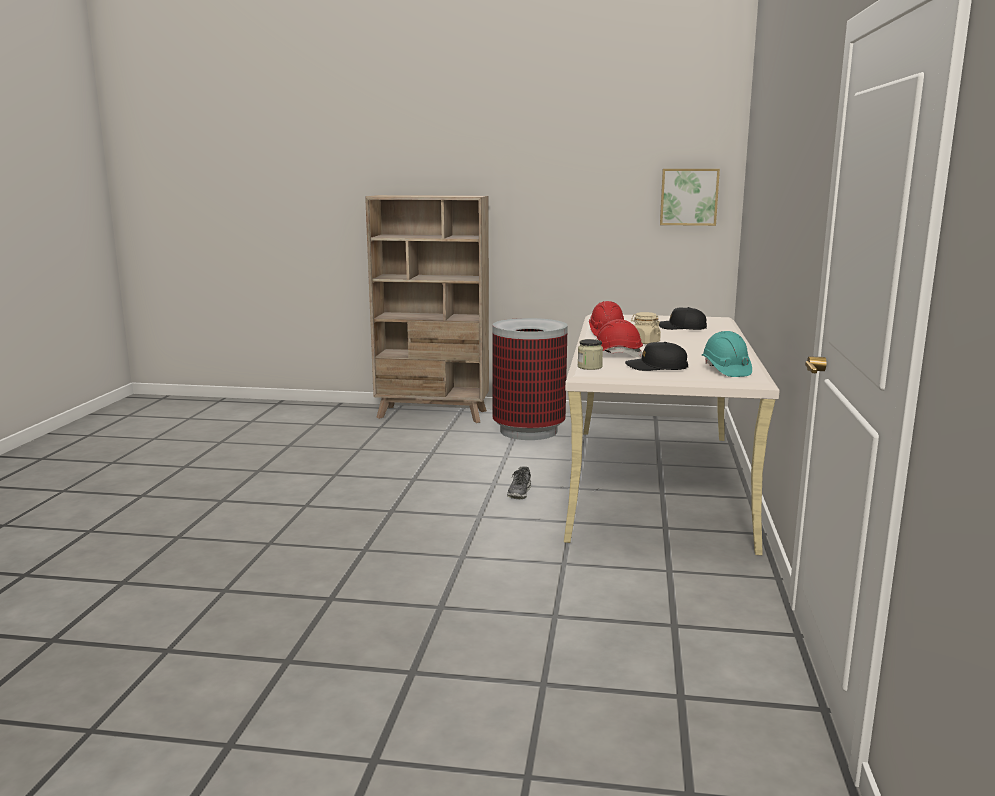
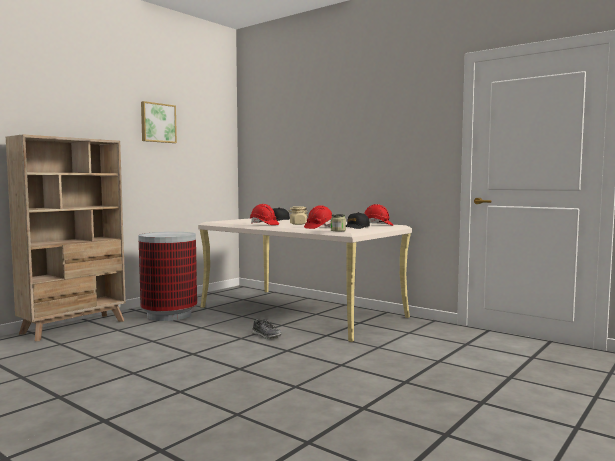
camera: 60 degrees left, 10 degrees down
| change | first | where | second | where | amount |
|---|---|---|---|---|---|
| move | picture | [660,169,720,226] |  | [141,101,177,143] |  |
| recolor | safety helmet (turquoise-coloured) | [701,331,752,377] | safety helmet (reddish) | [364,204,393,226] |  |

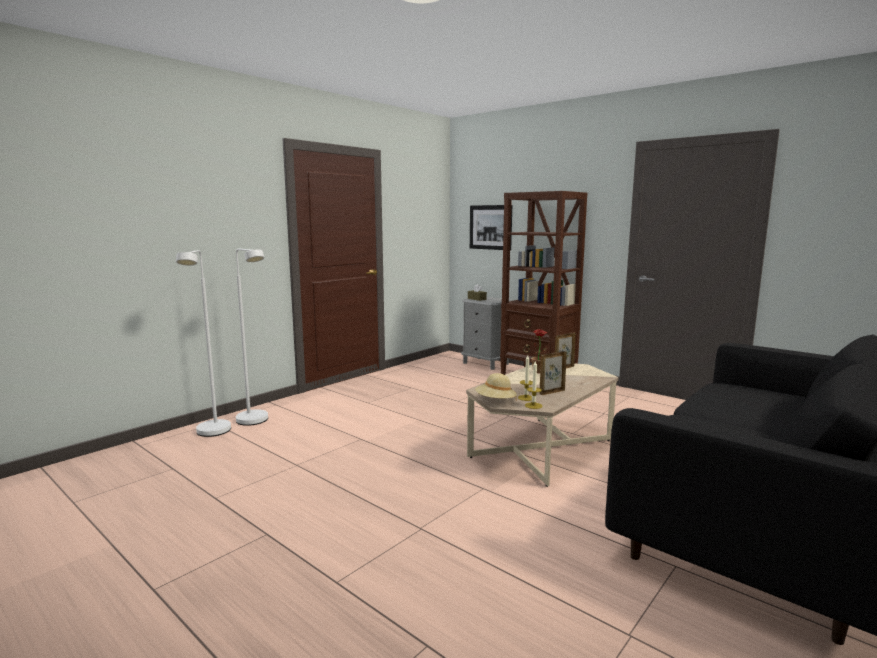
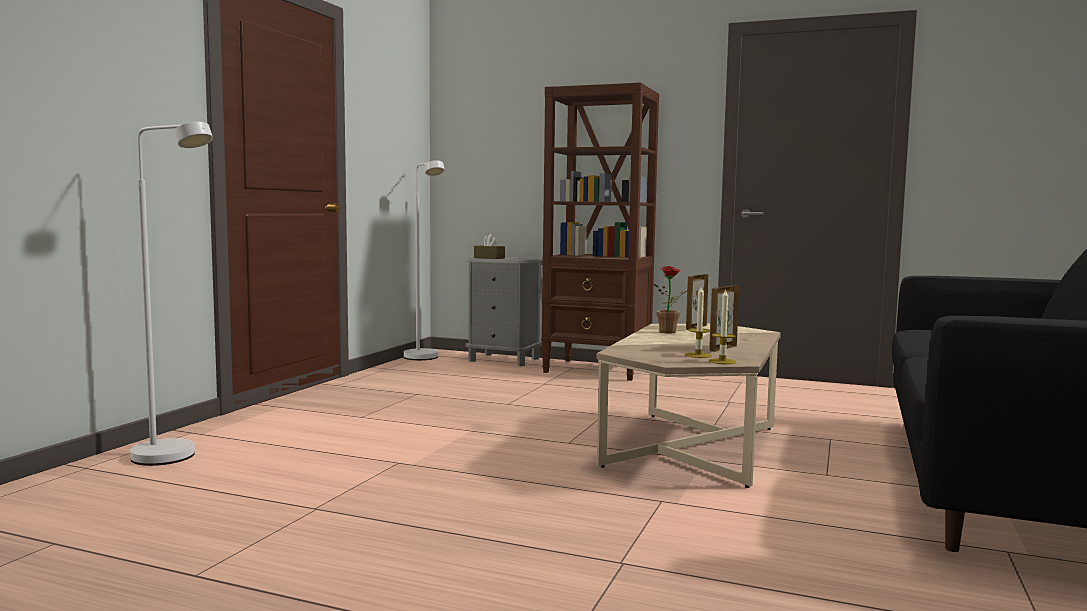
camera: 20 degrees left, 5 degrees down
| change | first | where | second | where | amount |
|---|---|---|---|---|---|
| move | standard lamp (white) | [176,250,231,437] |  | [404,161,445,360] |  |
| delete | picture | [470,205,512,250] |  |  |  |
| delete | hat (sand-coloured) | [475,373,517,399] |  |  |  |

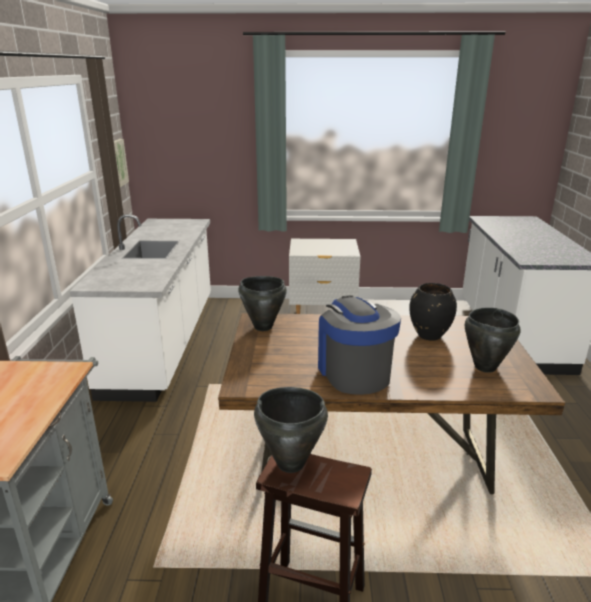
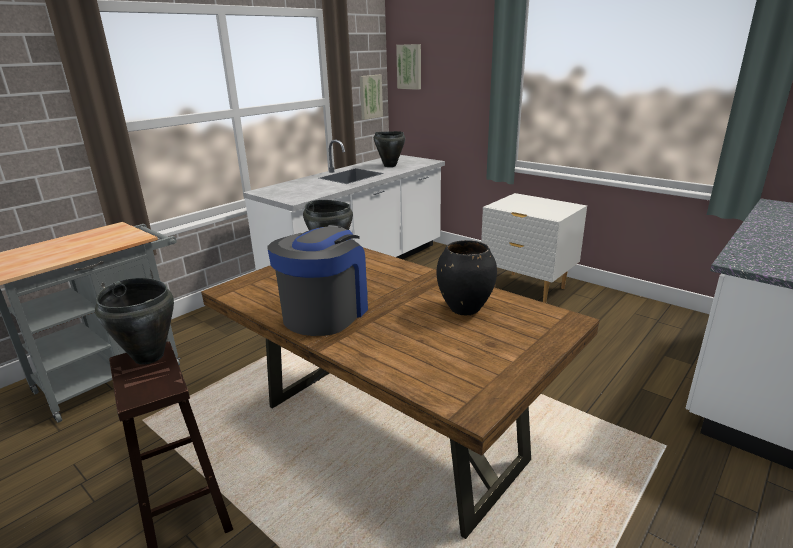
camera: 40 degrees right, 0 degrees up
| change | first | where | second | where | amount |
|---|---|---|---|---|---|
| move | saucepot (black) | [465,307,521,373] |  | [374,131,405,167] |  |
| insert |  |  | picture | [396,44,421,90] |  |

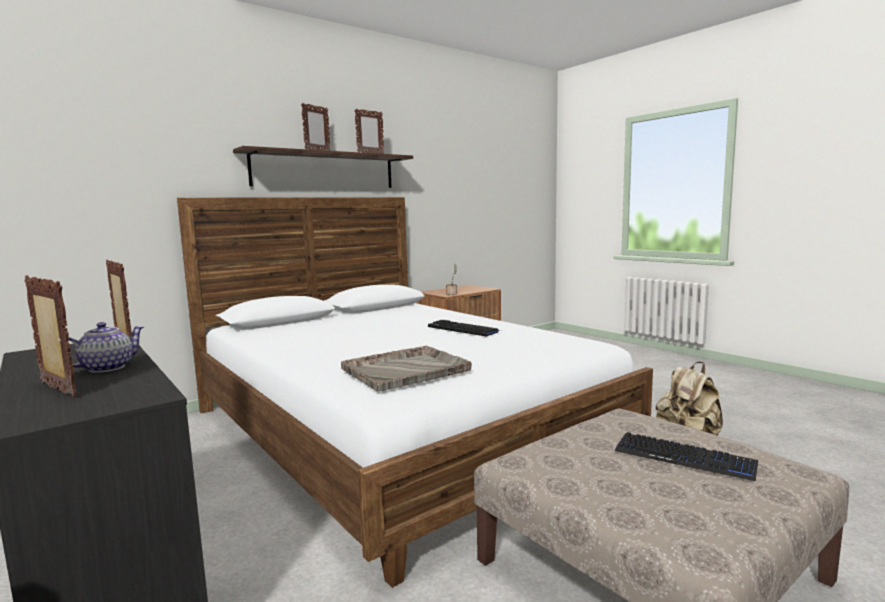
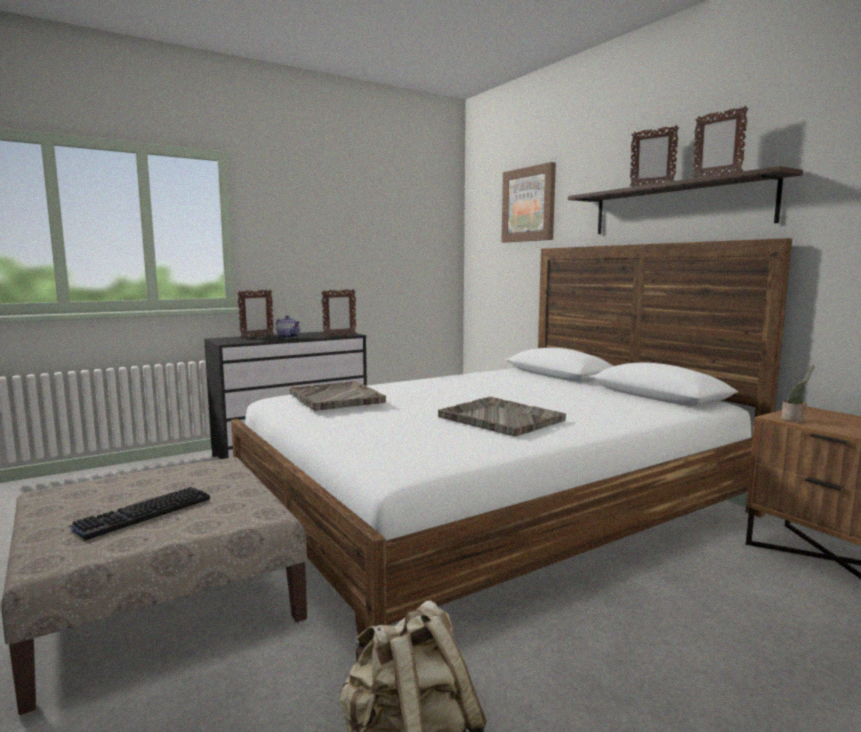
camera: 95 degrees right, 0 degrees up
| change | first | where | second | where | amount |
|---|---|---|---|---|---|
| replace | keyboard | [428,320,501,337] | serving tray (gray) | [438,397,566,436] |  |
| insert |  |  | picture | [502,162,556,242] |  |

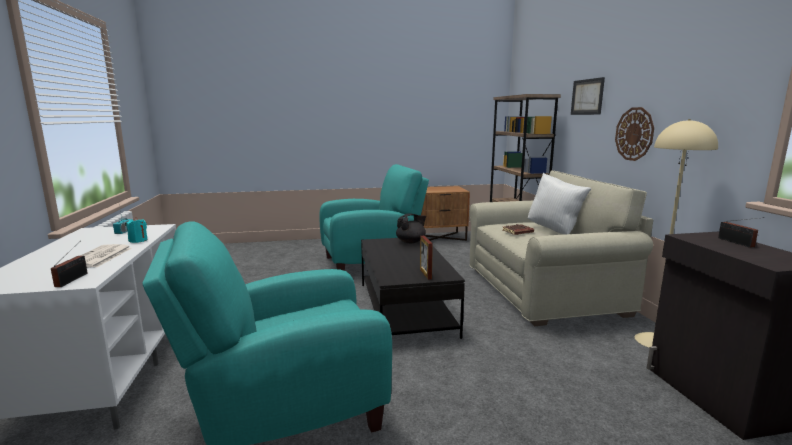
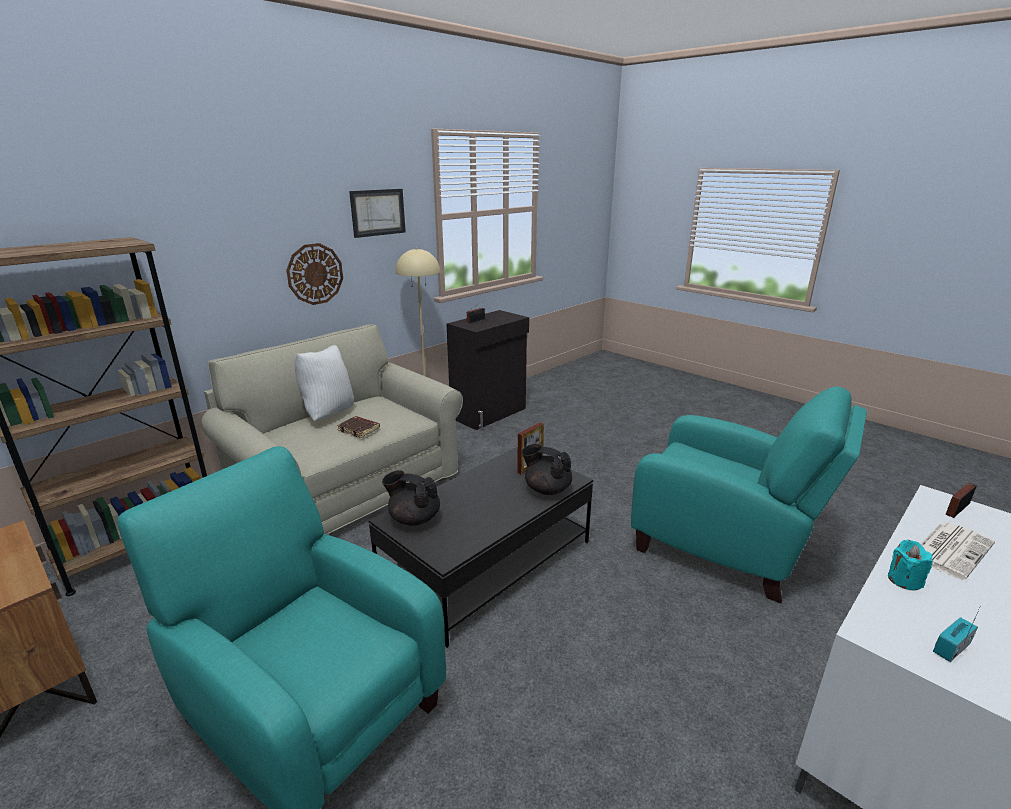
camera: 125 degrees left, 10 degrees up
| change | first | where | second | where | amount |
|---|---|---|---|---|---|
| move | picture | [571,77,605,115] |  | [349,189,406,238] |  |
| insert |  |  | tea pot (black) | [522,444,572,495] |  |

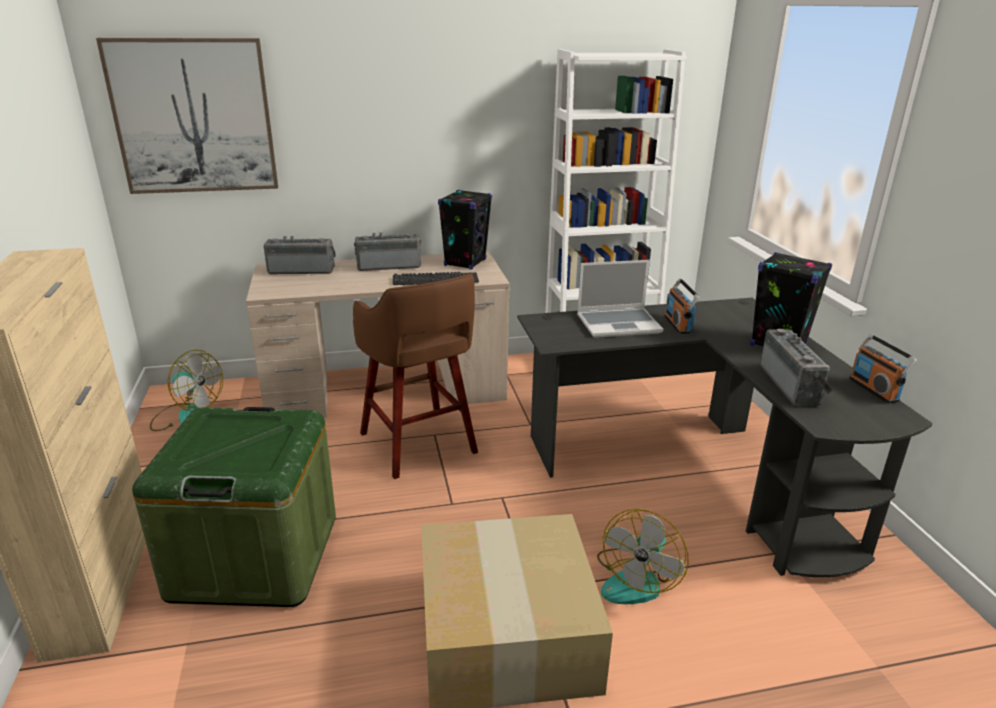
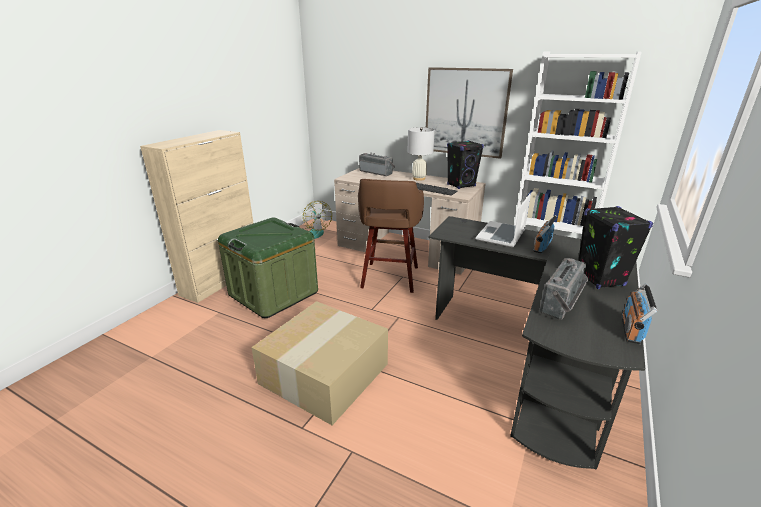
camera: 40 degrees right, 0 degrees up
| change | first | where | second | where | amount |
|---|---|---|---|---|---|
| replace | radio receiver | [354,232,421,271] | lamp for a table (white) | [407,127,435,181] |  |
| move | picture | [96,38,278,194] |  | [426,67,513,159] |  |
| rotate | laptop | [577,260,663,338] |  | [476,194,531,248] | 90 degrees clockwise |
| delete | cooling fan | [597,509,688,604] |  |  |  |

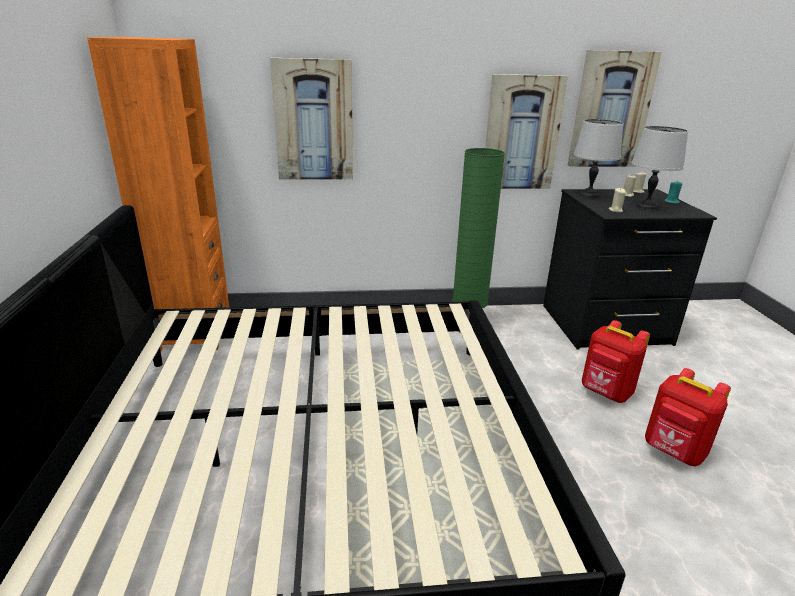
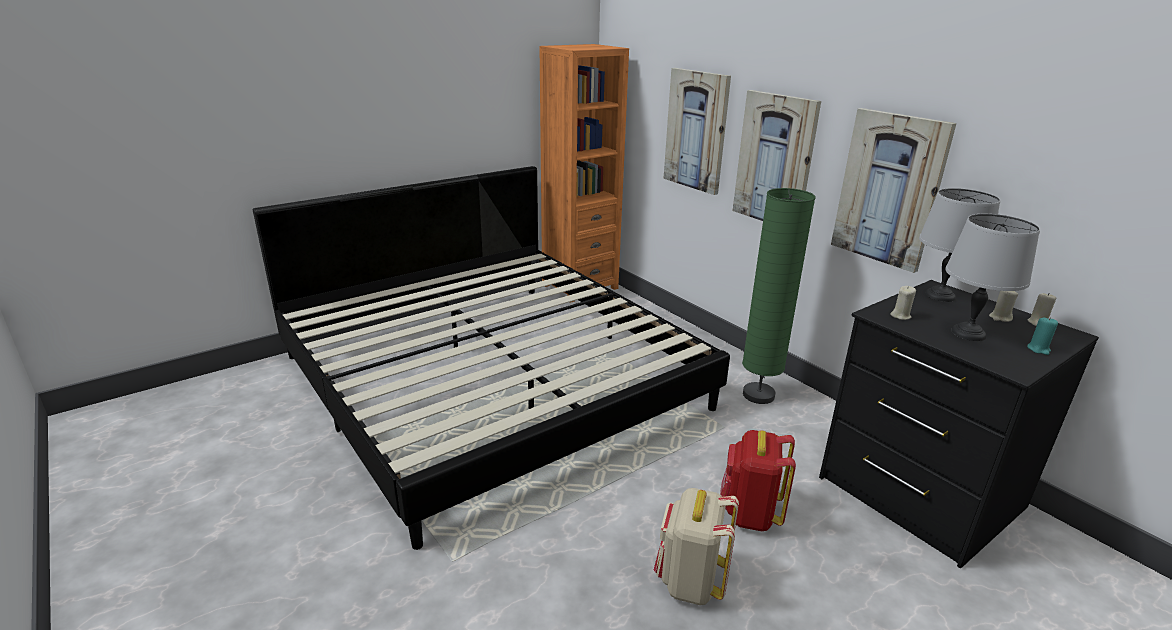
camera: 60 degrees right, 0 degrees up
| change | first | where | second | where | amount |
|---|---|---|---|---|---|
| recolor | knapsack (reddish) | [645,368,731,466] | knapsack (sand-coloured) | [654,488,739,605] |  |
| move | picture | [568,50,662,167] |  | [732,90,821,221] |  |

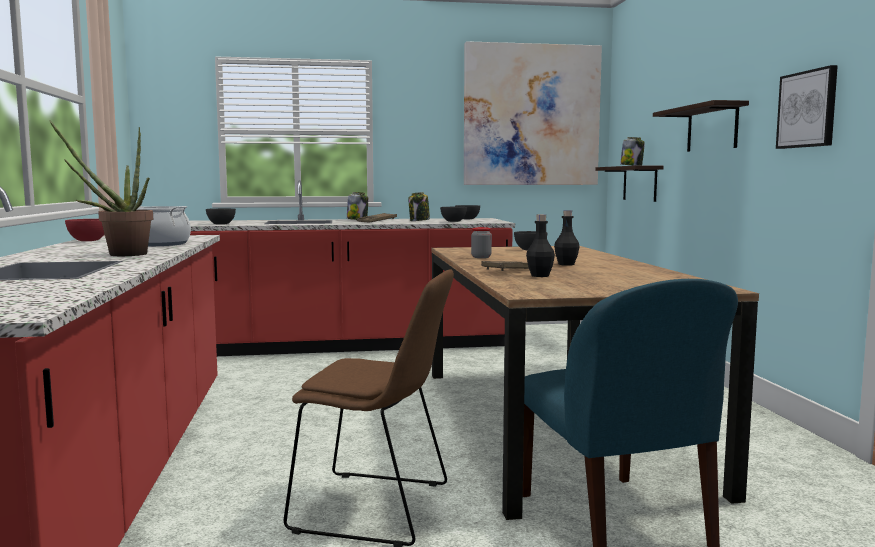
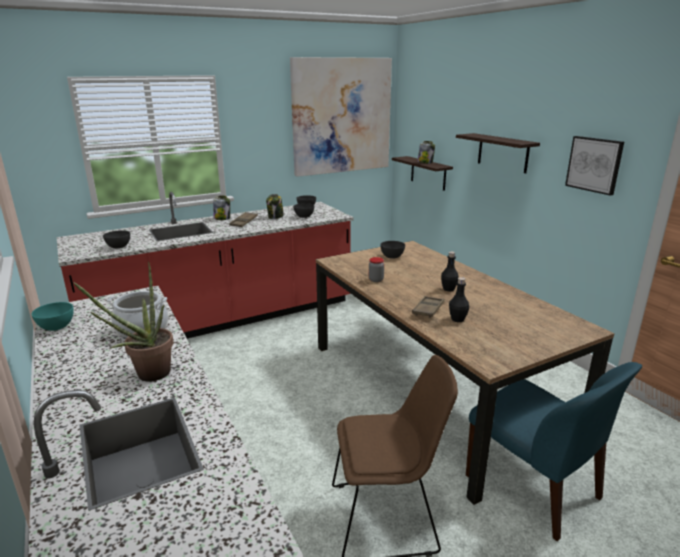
camera: 20 degrees left, 15 degrees up
| change | first | where | second | where | amount |
|---|---|---|---|---|---|
| recolor | deep dish (reddish) | [65,219,104,241] | deep dish (turquoise-coloured) | [31,302,74,331] |  |

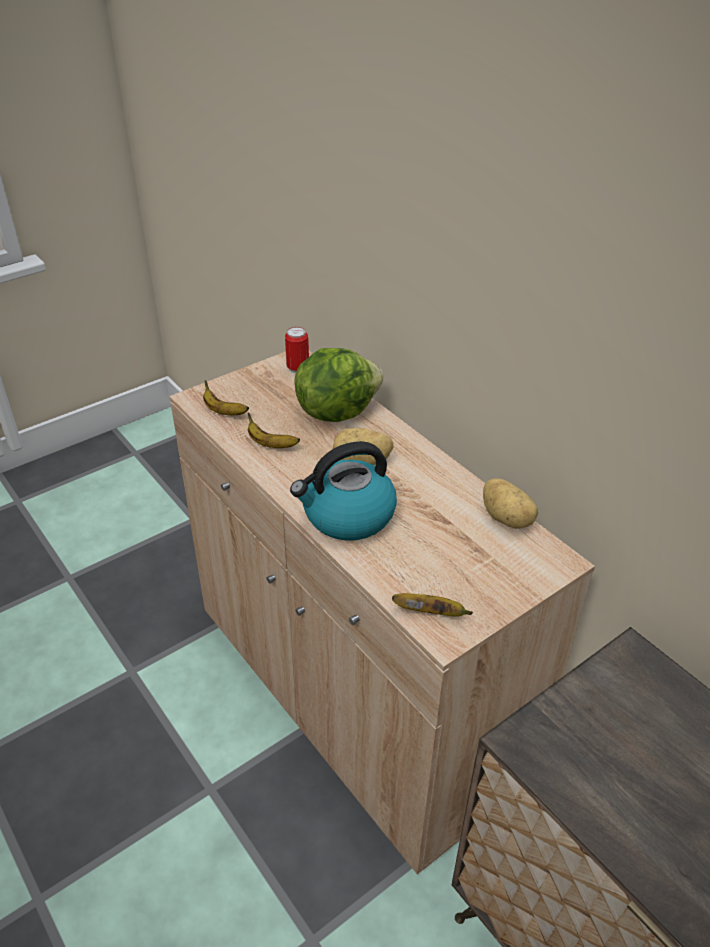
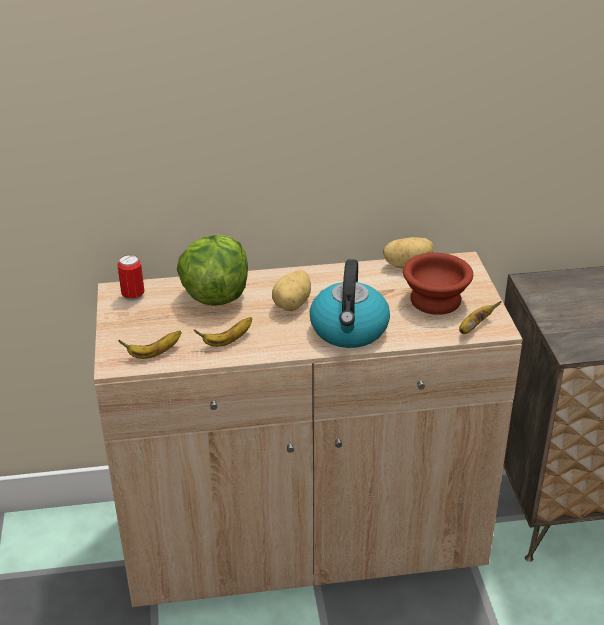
camera: 60 degrees left, 5 degrees down
| change | first | where | second | where | amount |
|---|---|---|---|---|---|
| insert |  |  | deep dish (brownish) | [403,253,473,315] |  |

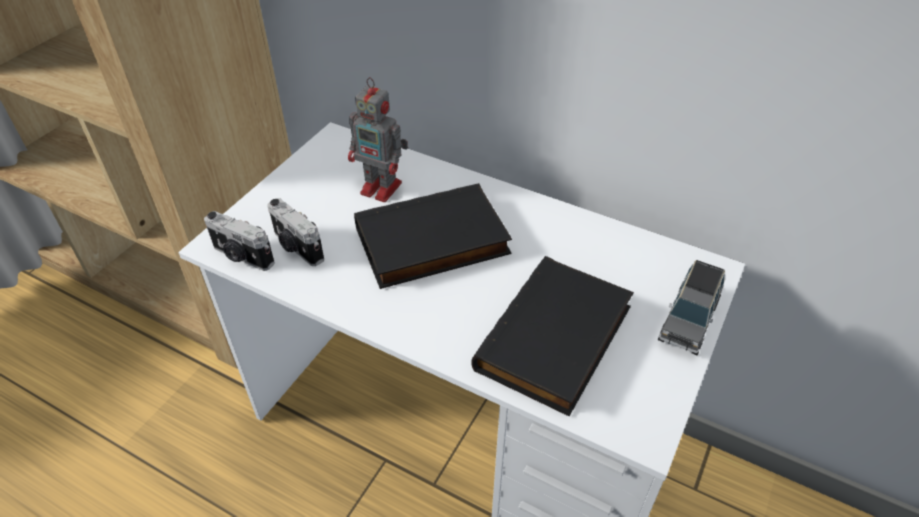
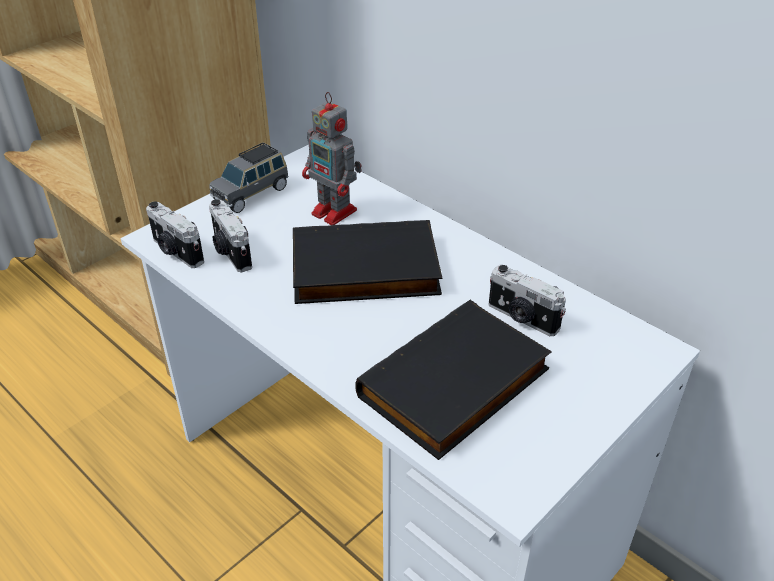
camera: 15 degrees right, 5 degrees down
| change | first | where | second | where | amount |
|---|---|---|---|---|---|
| move | toy car (gray) | [658,260,725,356] |  | [209,142,288,213] |  |
| insert |  |  | photo camera | [489,265,566,336] |  |

